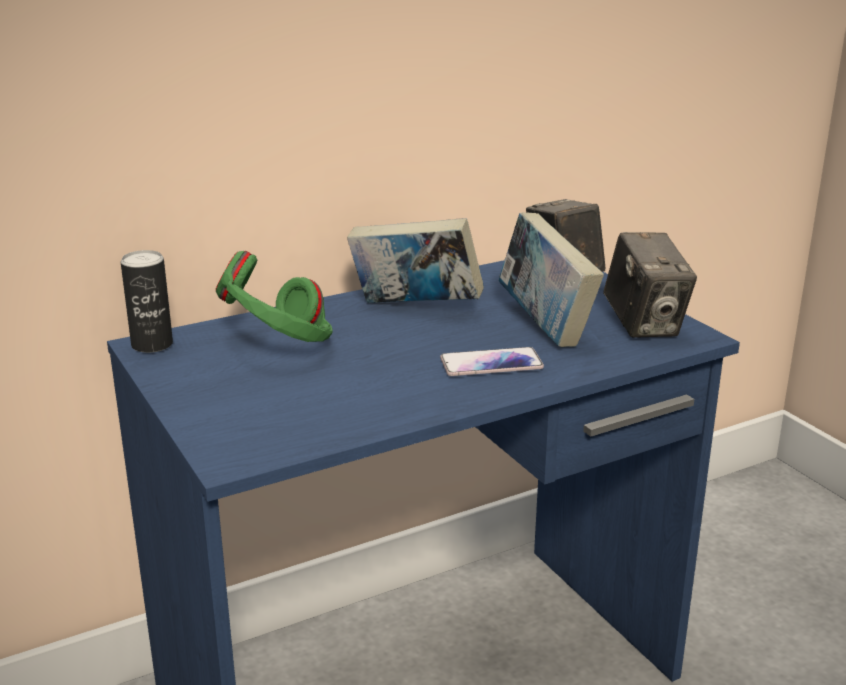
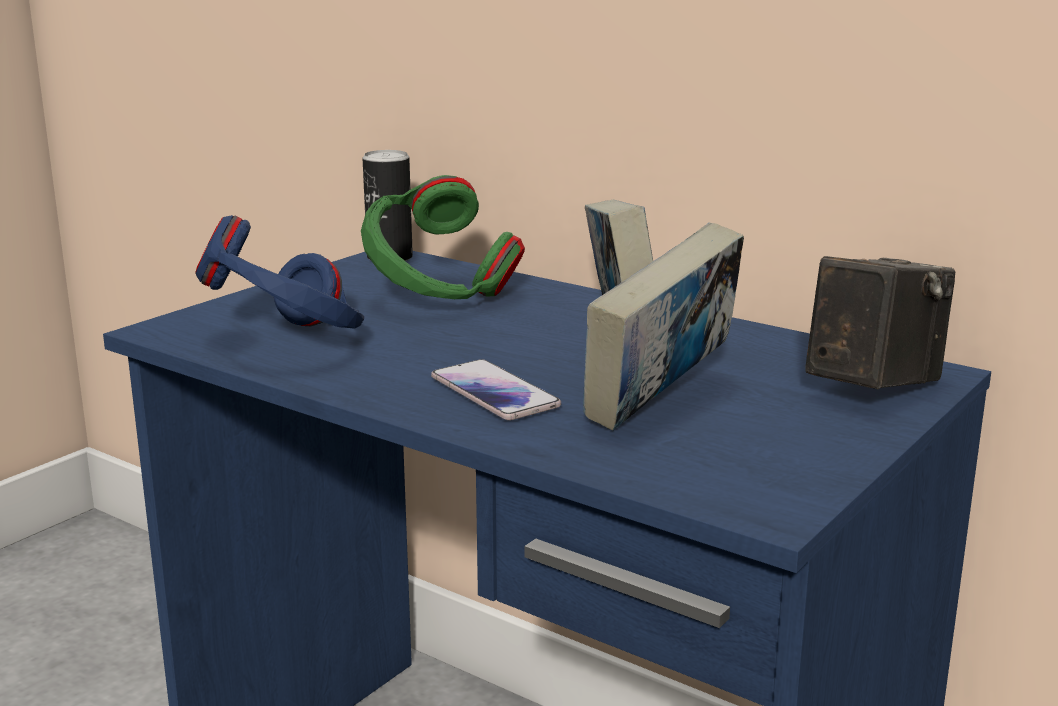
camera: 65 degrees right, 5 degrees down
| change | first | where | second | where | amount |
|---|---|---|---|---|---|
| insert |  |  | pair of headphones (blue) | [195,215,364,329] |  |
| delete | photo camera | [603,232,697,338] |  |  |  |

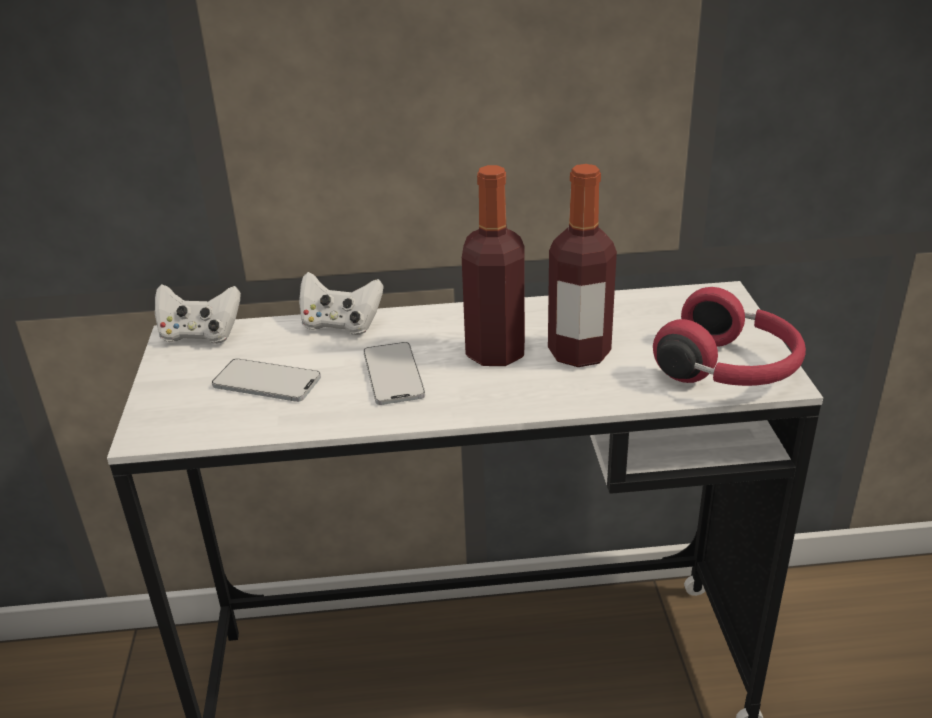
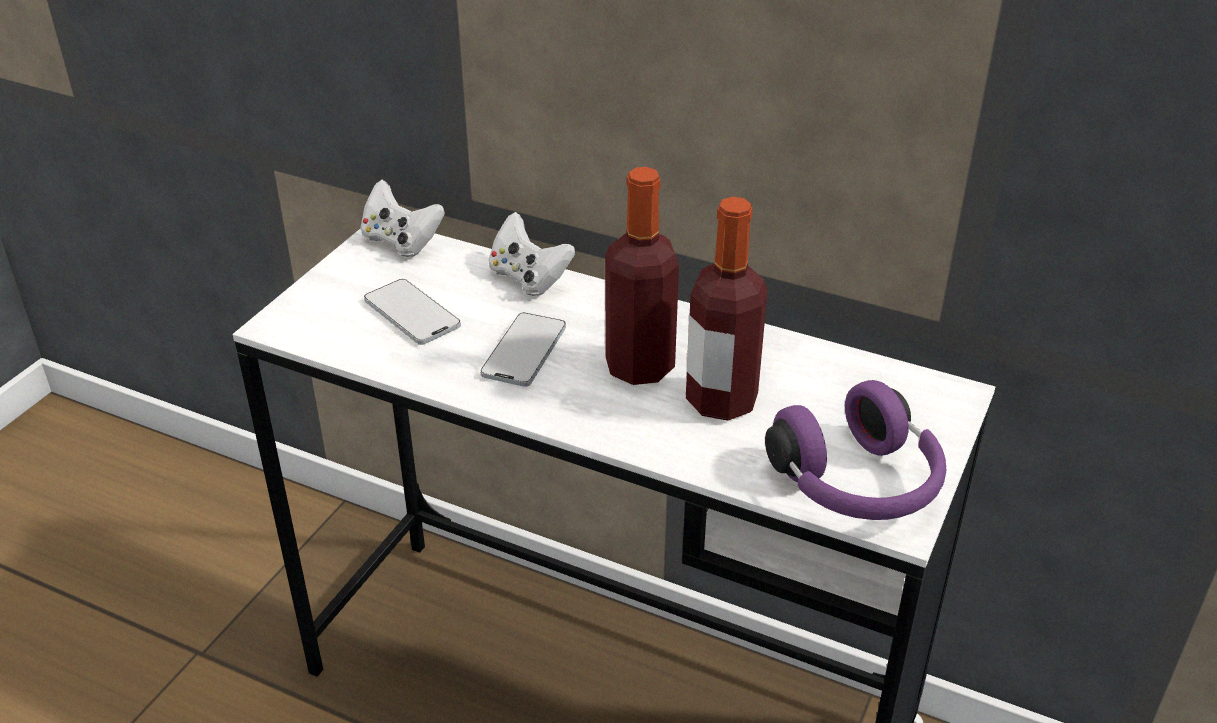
camera: 30 degrees right, 5 degrees up
| change | first | where | second | where | amount |
|---|---|---|---|---|---|
| recolor | pair of headphones (reddish) | [653,287,806,386] | pair of headphones (purple) | [765,380,946,520] |  |

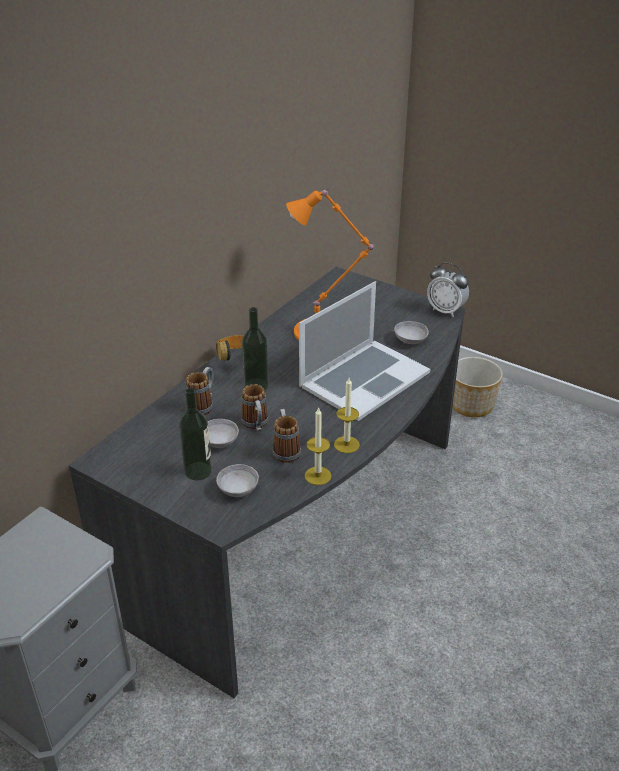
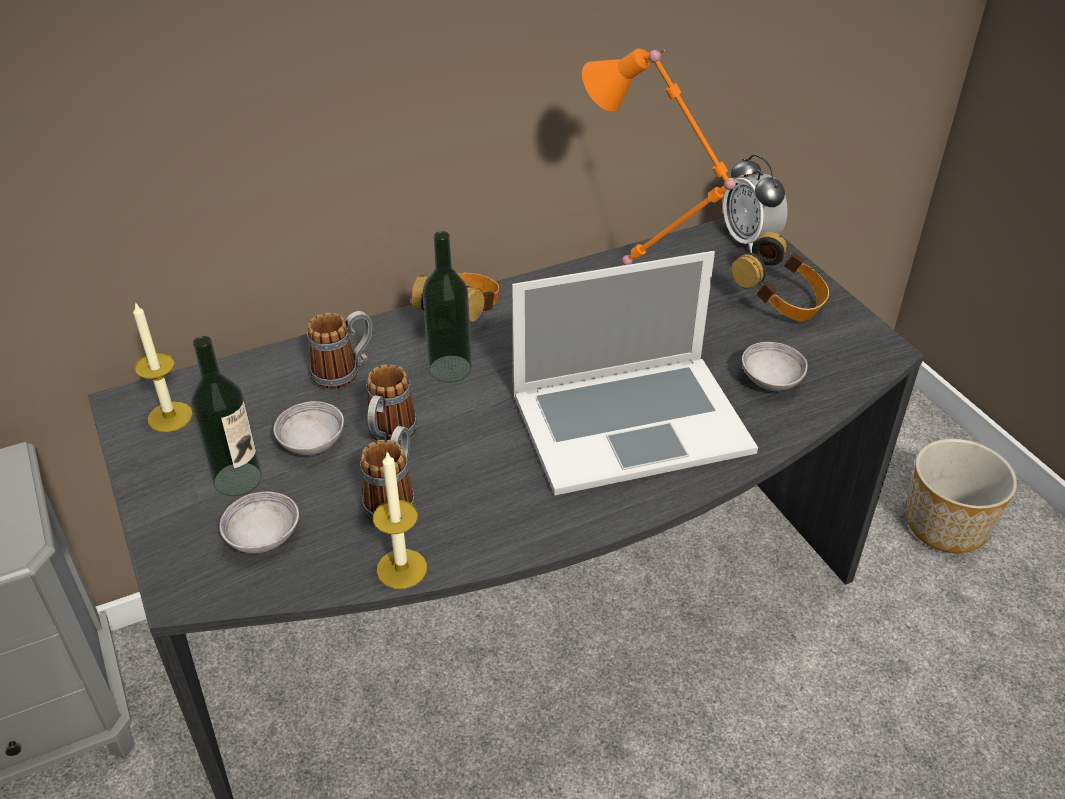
camera: 30 degrees right, 5 degrees up
| change | first | where | second | where | amount |
|---|---|---|---|---|---|
| move | candle | [334,378,360,453] |  | [133,302,193,432] |  |
| move | bedside clock | [427,262,469,317] |  | [723,154,787,253] |  |
| insert |  |  | pair of headphones | [731,232,829,321] |  |

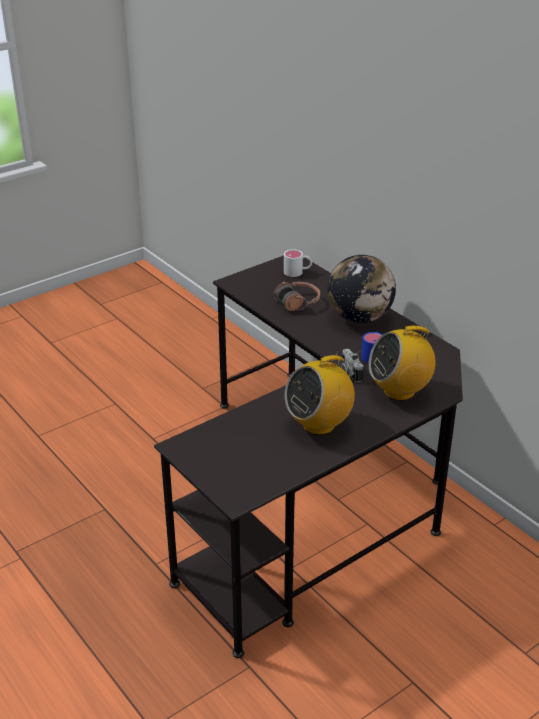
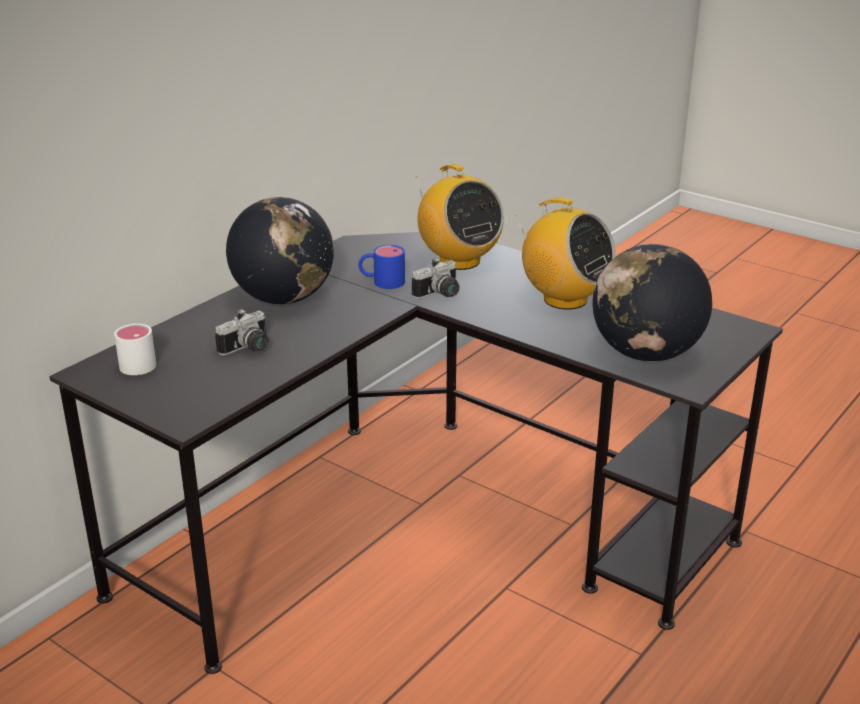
camera: 105 degrees left, 5 degrees down
| change | first | where | second | where | amount |
|---|---|---|---|---|---|
| replace | pair of headphones | [274,282,320,311] | photo camera | [215,309,269,356] |  |
| insert |  |  | globe | [593,244,712,362] |  |

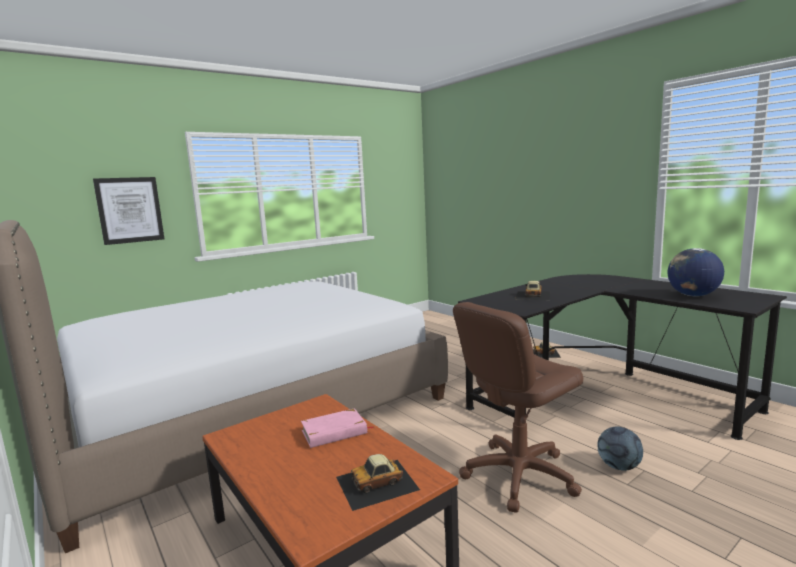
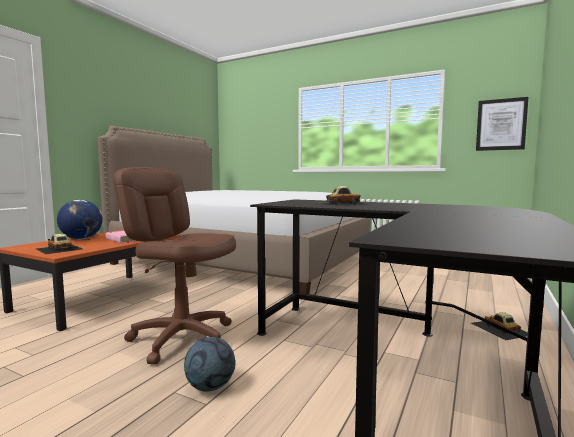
camera: 65 degrees right, 5 degrees down
| change | first | where | second | where | amount |
|---|---|---|---|---|---|
| move | globe | [668,248,724,296] |  | [57,200,103,239] |  |
| move | picture | [93,177,164,245] |  | [476,97,528,151] |  |

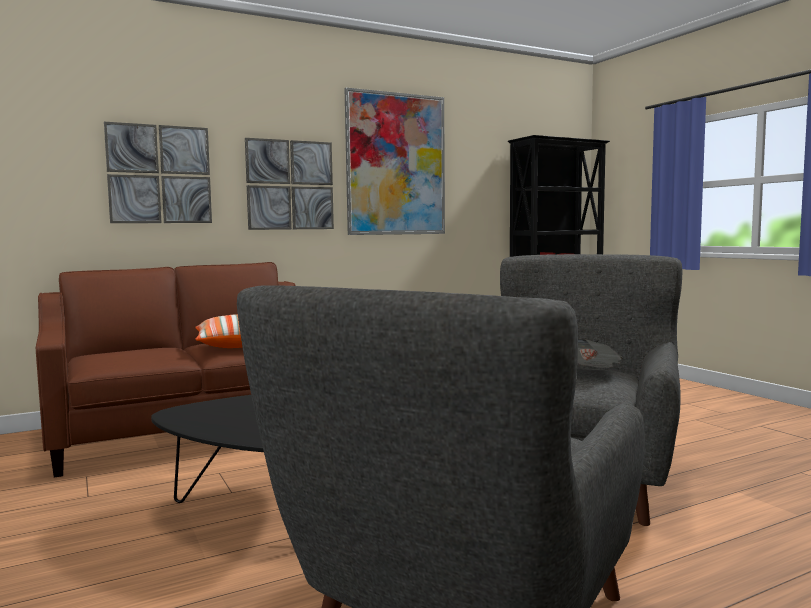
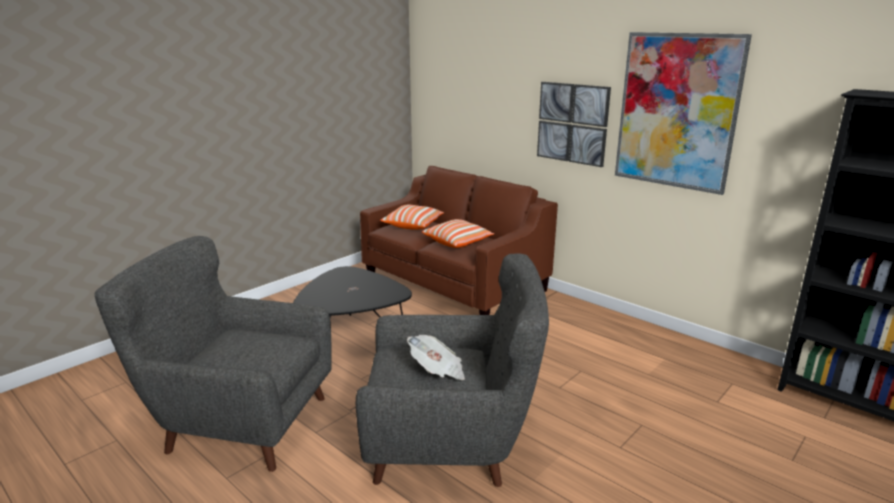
camera: 70 degrees right, 15 degrees up
| change | first | where | second | where | amount |
|---|---|---|---|---|---|
| insert |  |  | pillow | [380,205,444,230] |  |
| delete | picture | [104,122,212,223] |  |  |  |

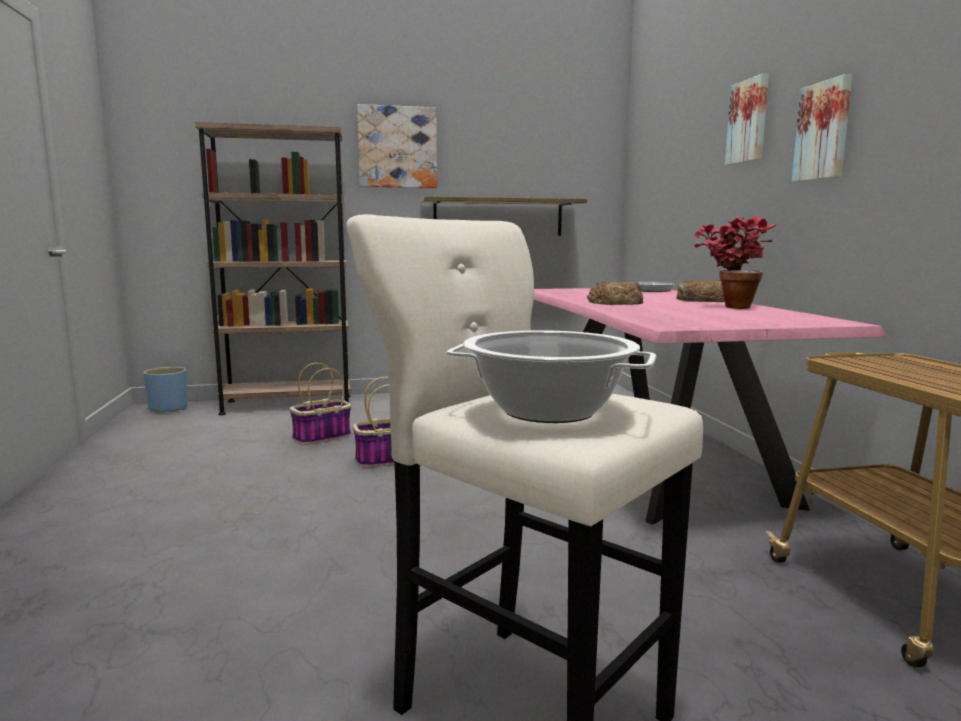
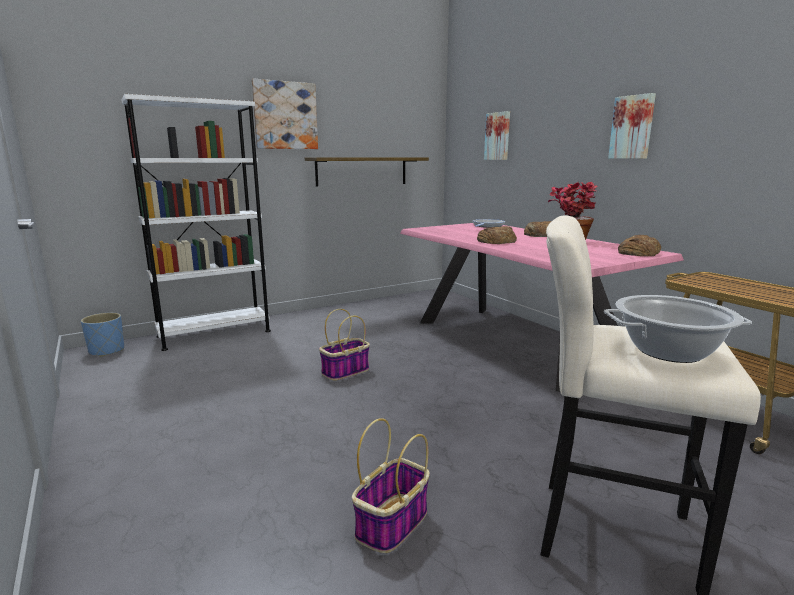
camera: 20 degrees left, 5 degrees up
| change | first | where | second | where | amount |
|---|---|---|---|---|---|
| recolor | bookshelf (brownish) | [195,122,351,415] | bookshelf (white) | [121,94,271,351] |  |
| move | basket | [290,363,351,445] |  | [352,418,430,553] |  |
| move | picture | [725,74,769,165] |  | [484,111,510,160] |  |
| insert |  |  | bakery bread | [618,235,661,256] |  |

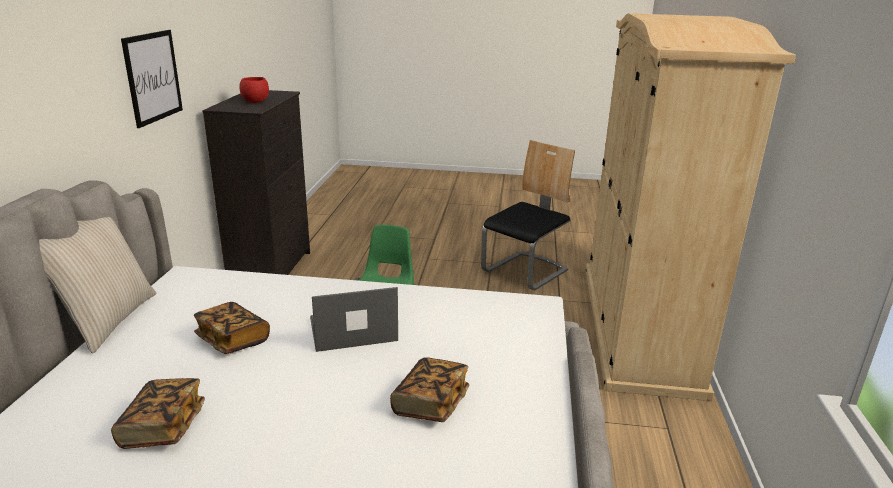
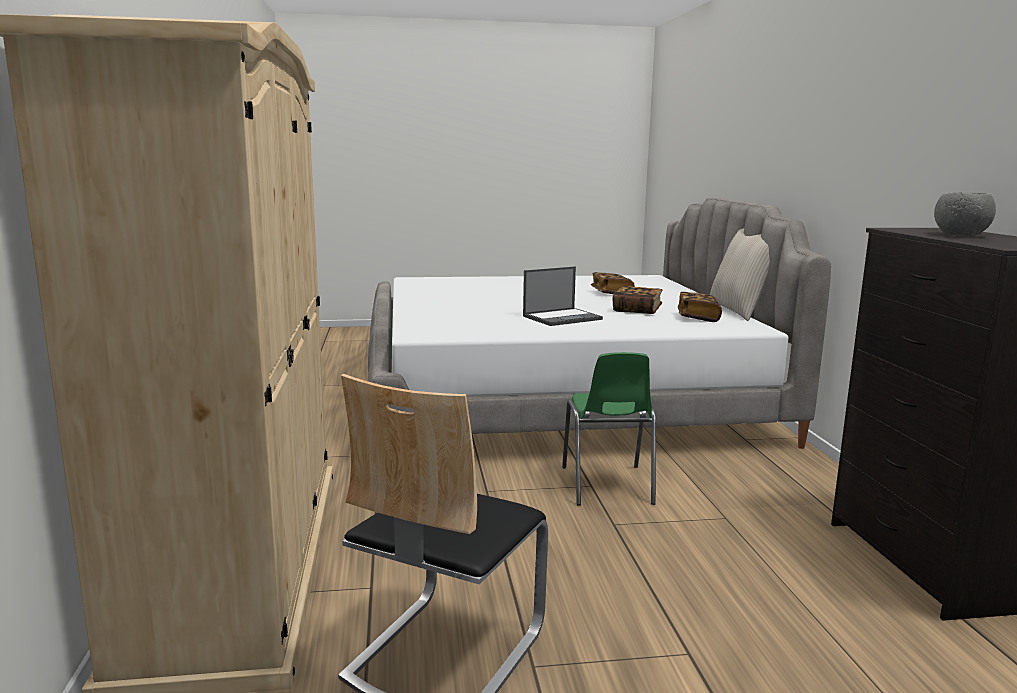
camera: 165 degrees right, 10 degrees down
| change | first | where | second | where | amount |
|---|---|---|---|---|---|
| move | volume | [390,357,469,422] |  | [678,292,722,322] |  |
| recolor | deep dish (reddish) | [239,77,269,103] | deep dish (gray) | [934,192,996,236] |  |
| delete | picture | [121,30,183,128] |  |  |  |

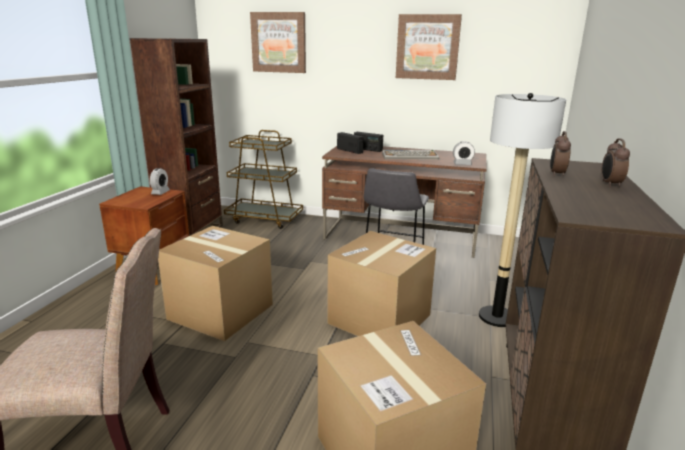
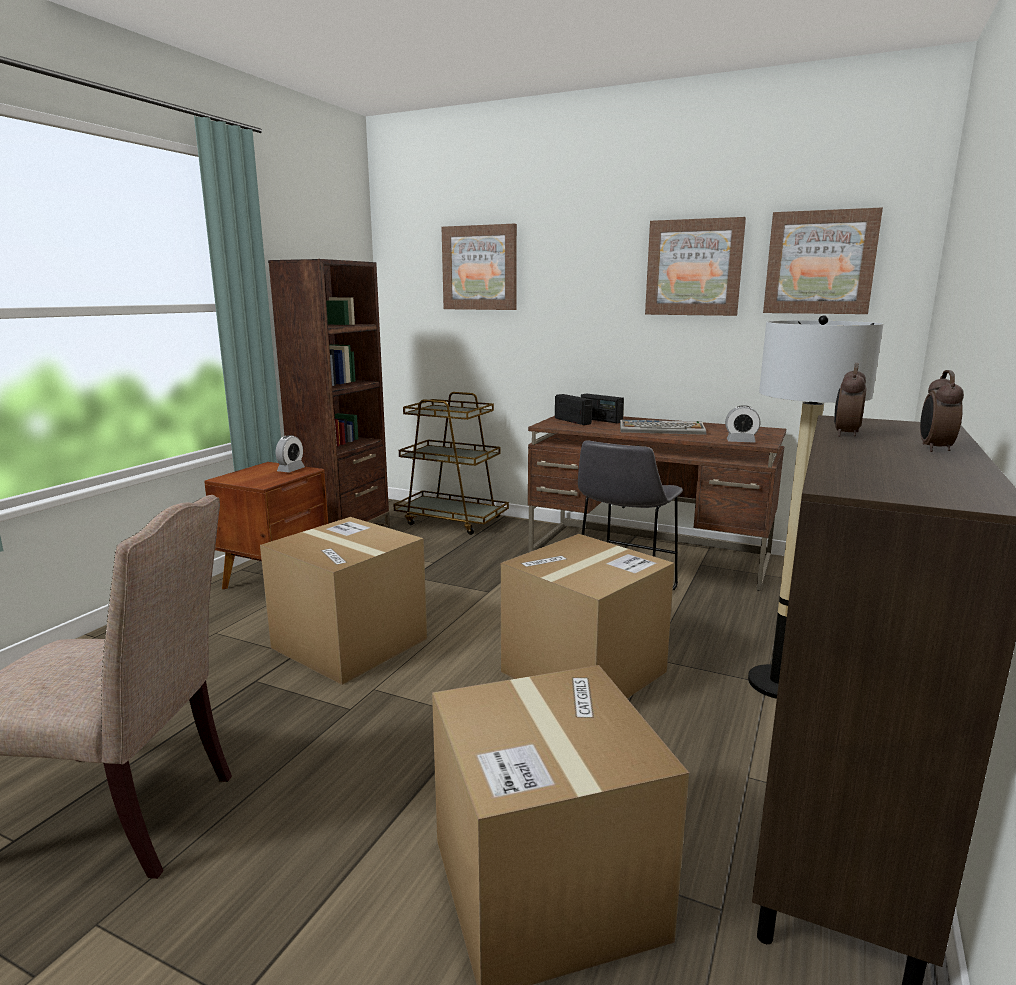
camera: 10 degrees right, 5 degrees down
| change | first | where | second | where | amount |
|---|---|---|---|---|---|
| insert |  |  | picture | [763,207,883,314] |  |

